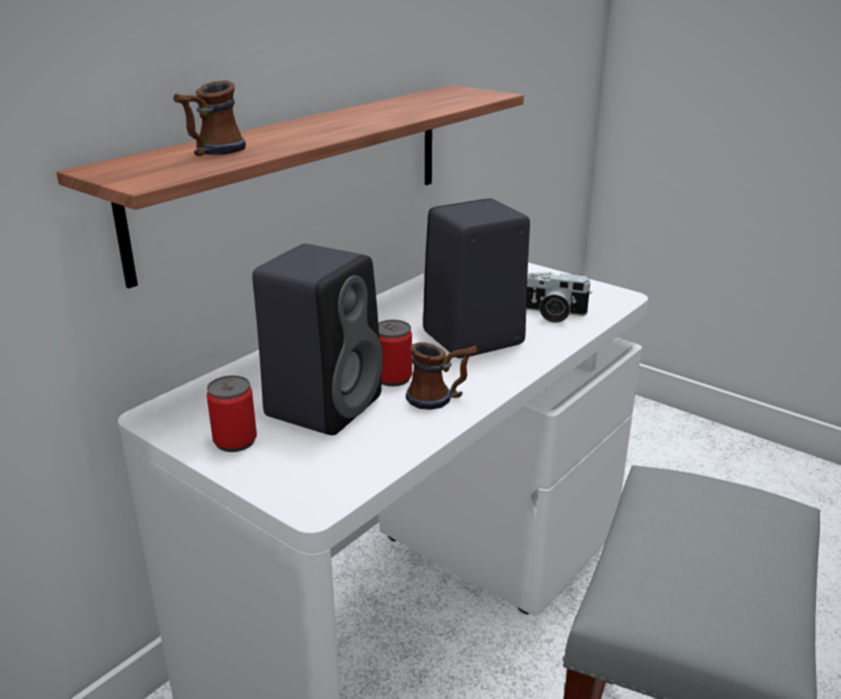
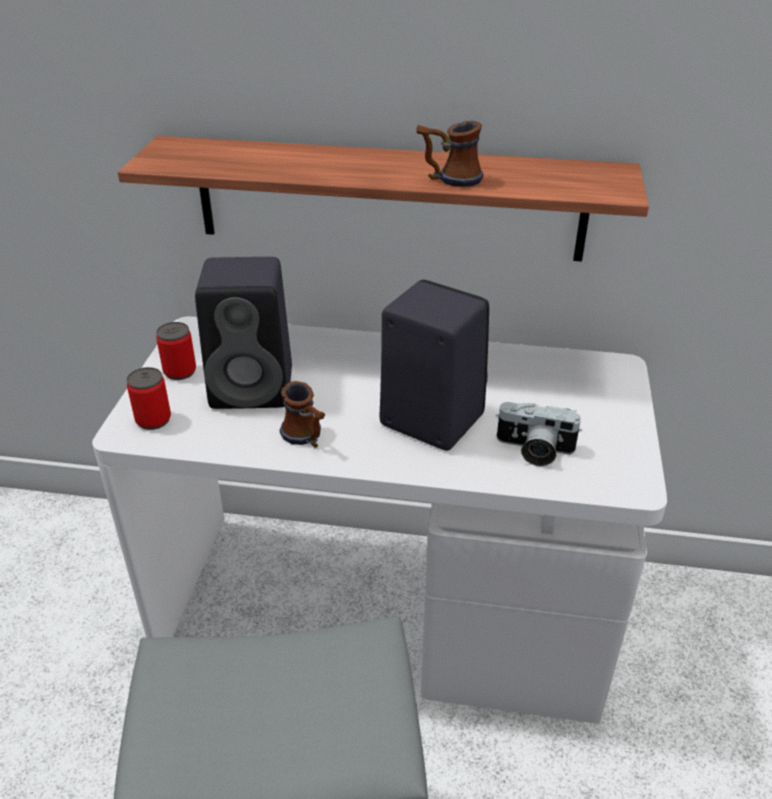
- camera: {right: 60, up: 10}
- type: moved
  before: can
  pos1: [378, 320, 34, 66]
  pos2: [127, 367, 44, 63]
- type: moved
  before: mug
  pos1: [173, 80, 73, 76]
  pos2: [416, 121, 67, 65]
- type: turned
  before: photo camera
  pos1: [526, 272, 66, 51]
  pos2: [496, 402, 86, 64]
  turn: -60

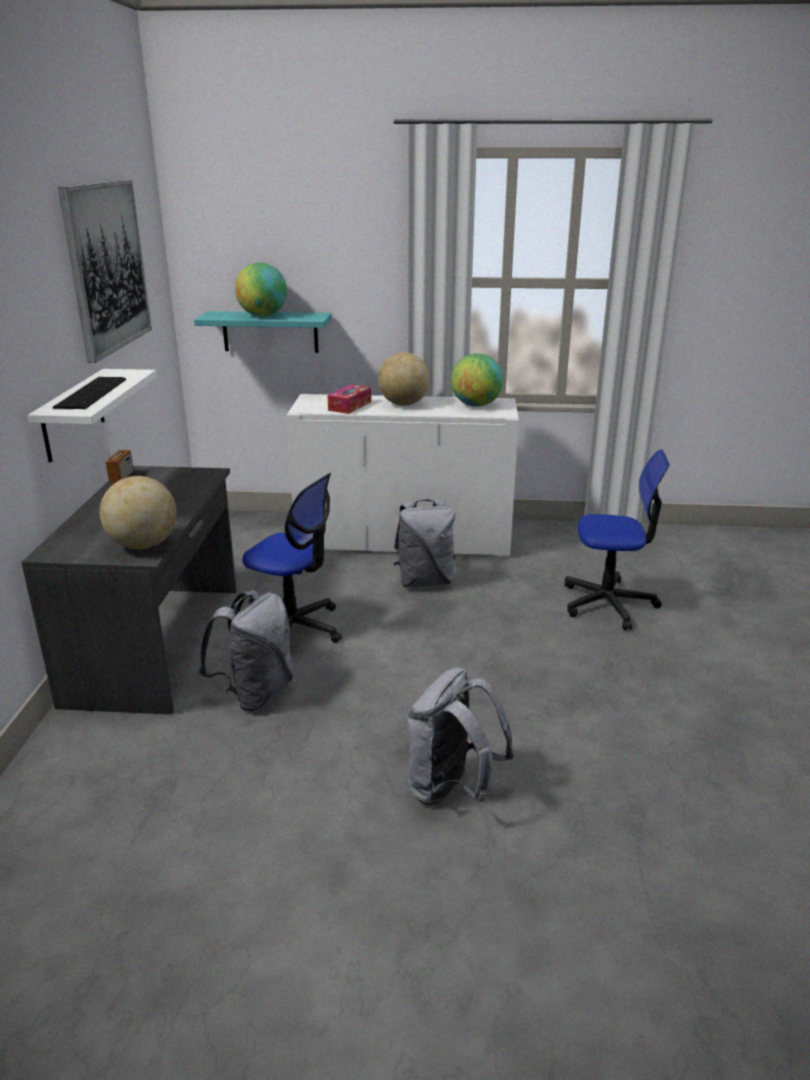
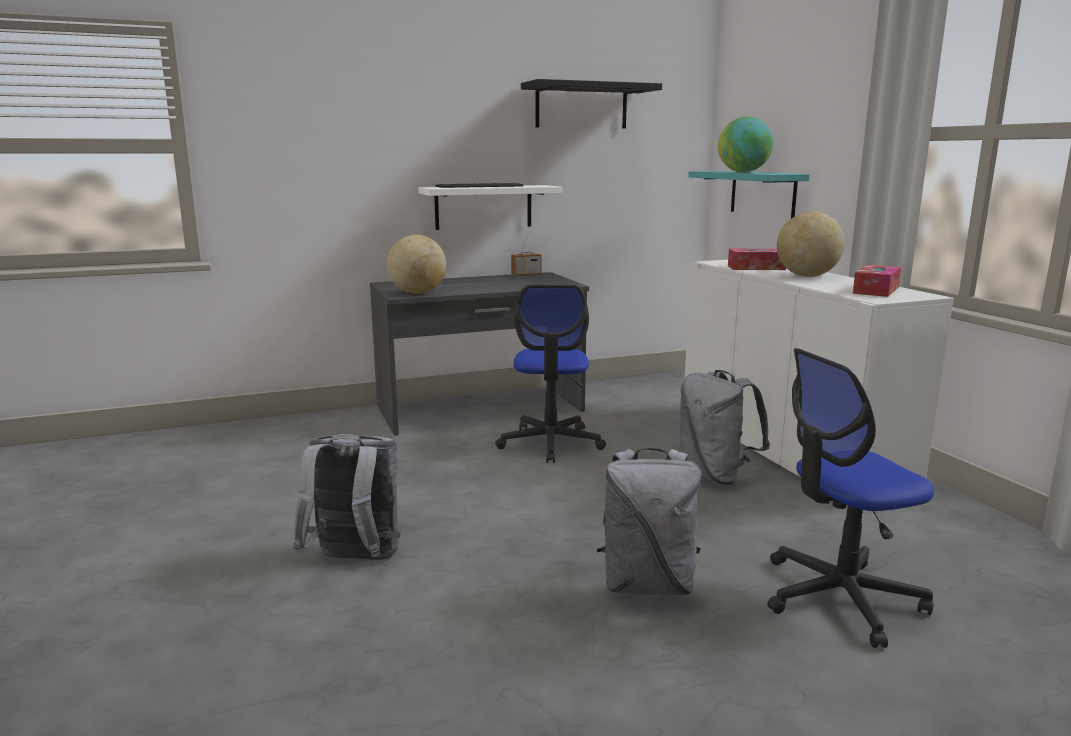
- camera: {right: 65, up: -10}
- type: replaced
  before: picture
  after: black shelf
  pos1: [58, 180, 94, 183]
  pos2: [521, 79, 141, 50]
- type: moved
  before: grey backpack
  pos1: [199, 590, 94, 121]
  pos2: [597, 448, 105, 147]
- type: turned
  before: office chair
  pos1: [565, 450, 105, 180]
  pos2: [767, 348, 167, 300]
  turn: 90
- type: replaced
  before: globe
  after: tissue box
  pos1: [451, 353, 52, 54]
  pos2: [853, 265, 48, 32]

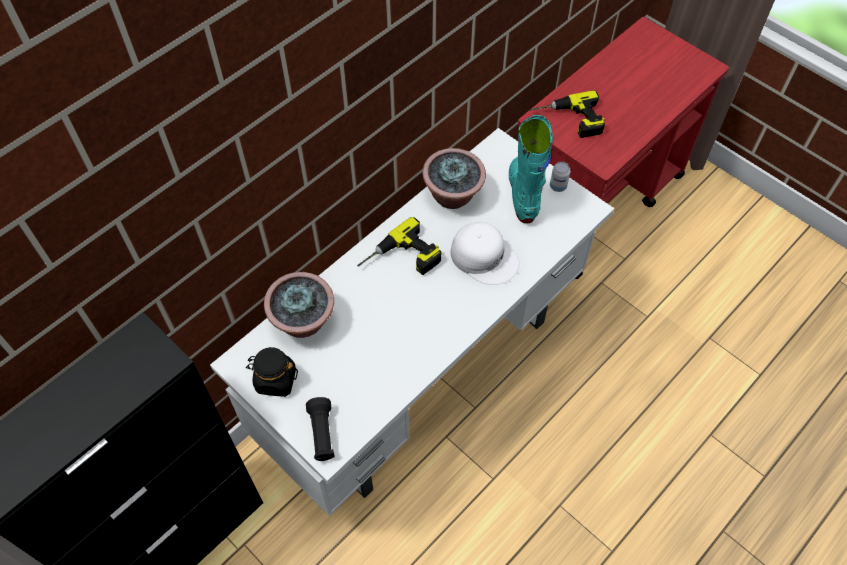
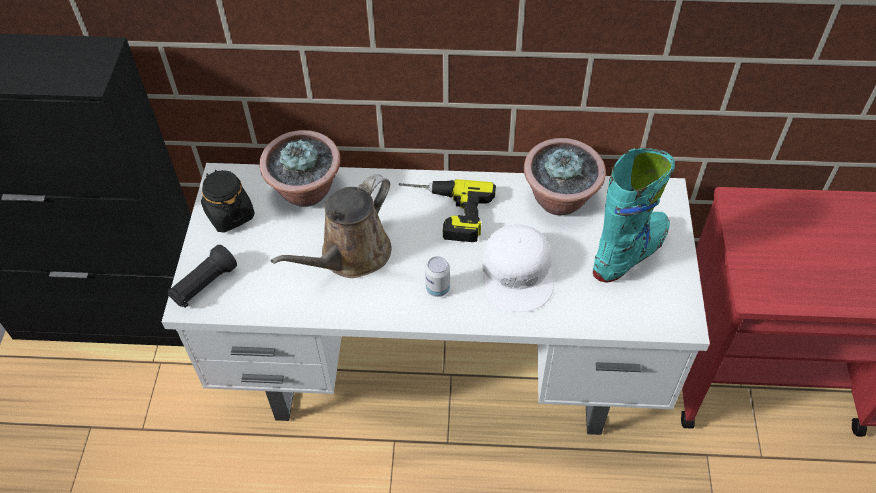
- camera: {right: 50, up: -5}
- type: added
  after: brown watering can
  pos2: [271, 174, 120, 104]
- type: moved
  before: can
  pos1: [550, 162, 21, 30]
  pos2: [425, 256, 25, 41]
- type: removed
  before: power drill
  pos1: [530, 90, 75, 48]

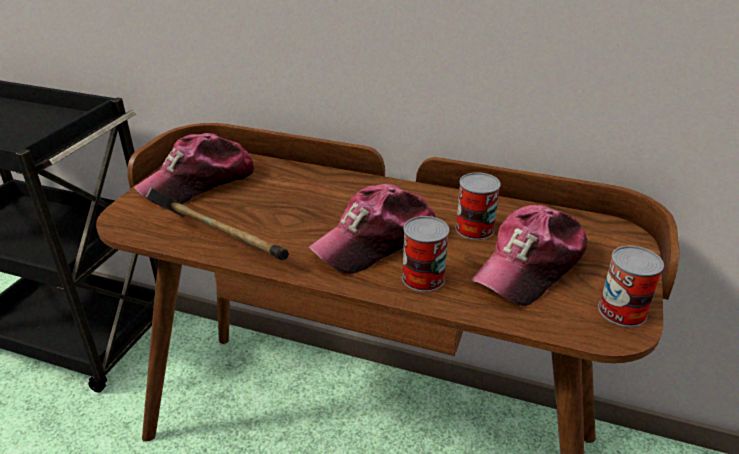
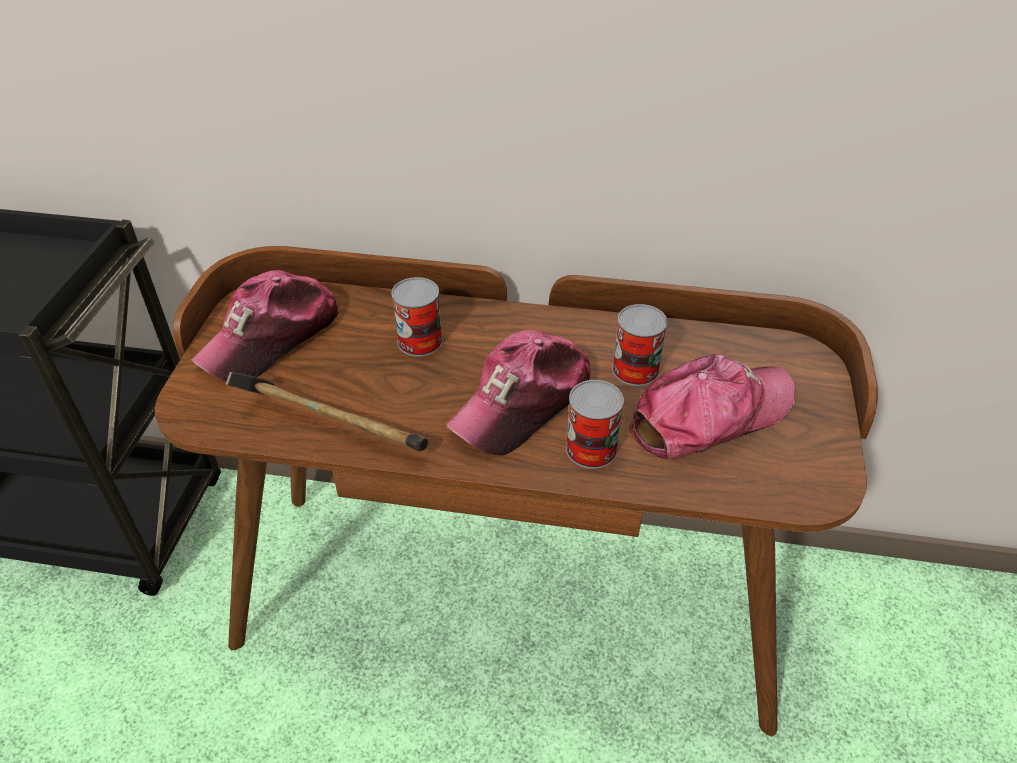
- camera: {right: -10, up: 10}
- type: moved
  before: can
  pos1: [598, 246, 66, 81]
  pos2: [391, 277, 52, 79]
- type: turned
  before: cap
  pos1: [471, 205, 116, 101]
  pos2: [629, 354, 167, 105]
  turn: -150

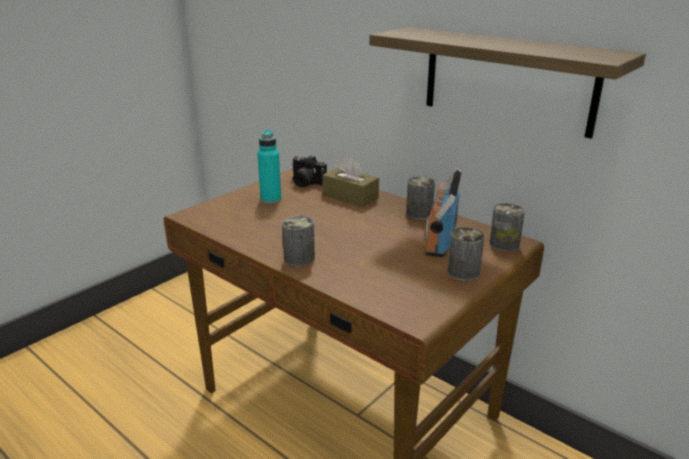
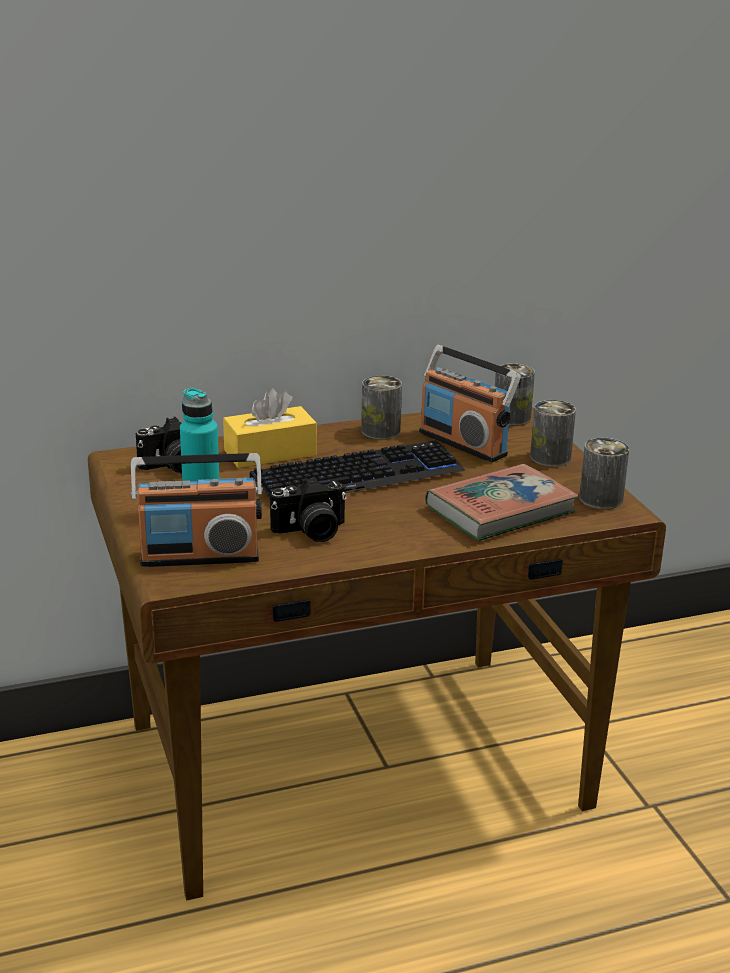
- camera: {right: -60, up: 0}
- type: added
  after: radio
  pos2: [131, 453, 132, 114]
- type: recoloured
  before: brown tissue box
  after: yellow tissue box
  pos1: [322, 156, 57, 51]
  pos2: [223, 388, 94, 80]
- type: added
  after: keyboard
  pos2: [250, 440, 215, 59]
- type: added
  after: photo camera
  pos2: [270, 477, 77, 65]
- type: added
  after: book
  pos2: [425, 464, 153, 77]
- type: moved
  before: can
  pos1: [282, 216, 33, 51]
  pos2: [579, 438, 50, 71]
- type: removed
  before: shelf
  pos1: [369, 27, 277, 112]

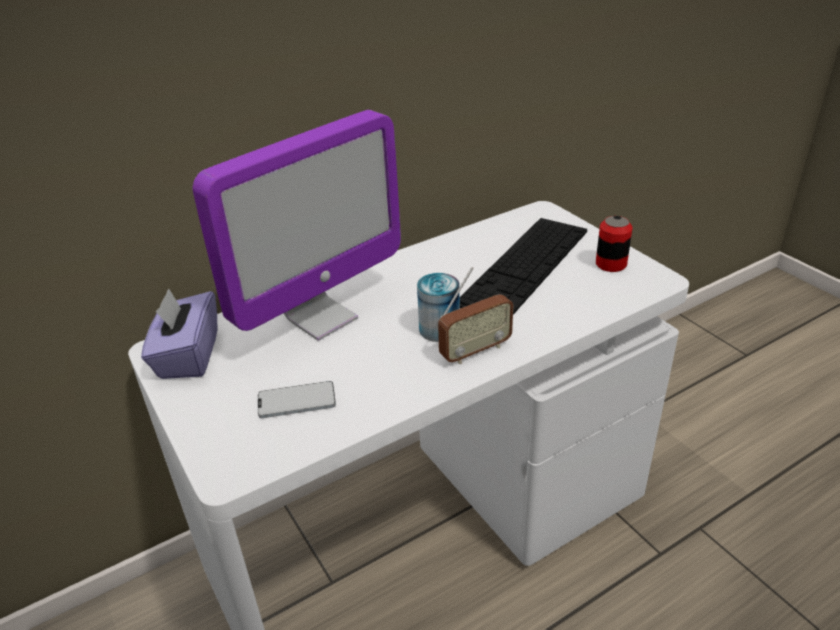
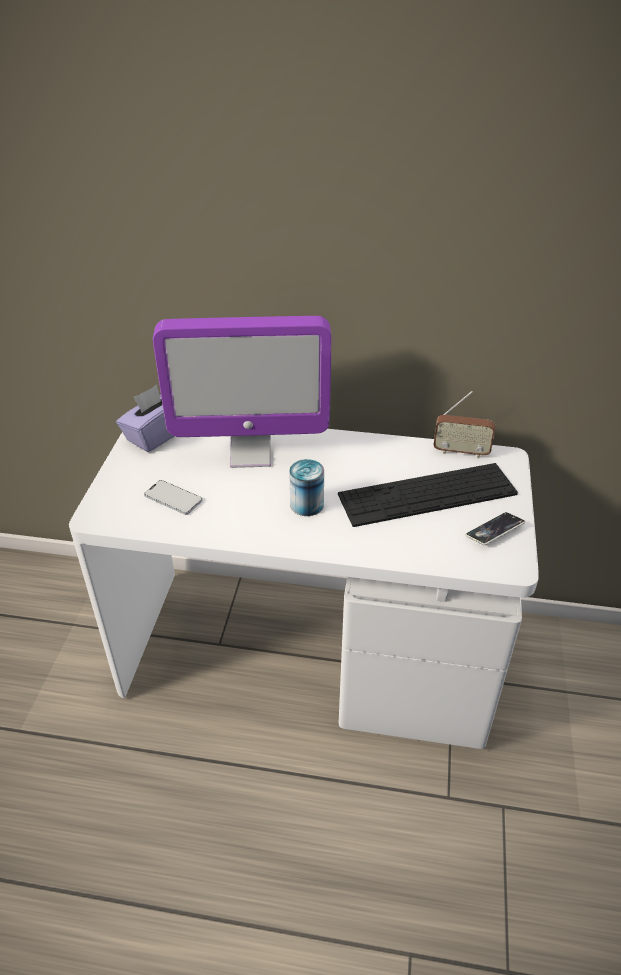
- camera: {right: 40, up: 5}
- type: moved
  before: radio
  pos1: [438, 267, 75, 97]
  pos2: [433, 391, 62, 67]
- type: replaced
  before: can
  after: phone
  pos1: [596, 216, 37, 56]
  pos2: [466, 512, 59, 33]

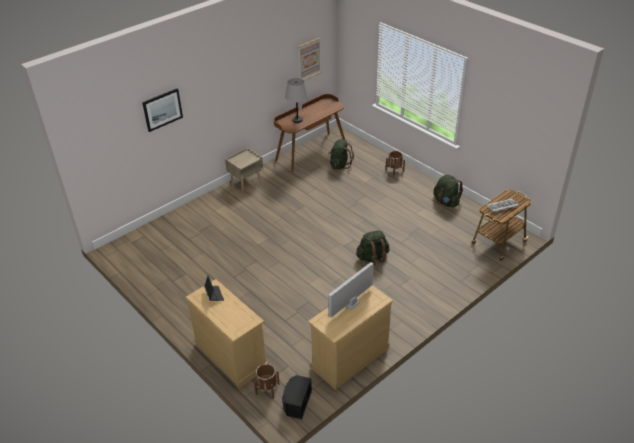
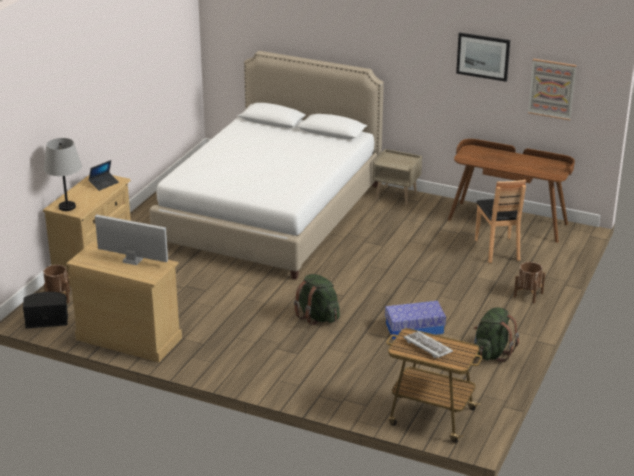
- camera: {right: 65, up: -10}
- type: moved
  before: grey table lamp
  pos1: [285, 78, 23, 45]
  pos2: [44, 138, 38, 73]
- type: added
  after: white bed
  pos2: [150, 51, 234, 229]
- type: added
  after: storage box
  pos2: [385, 301, 61, 38]
- type: moved
  before: picture
  pos1: [142, 89, 41, 43]
  pos2: [456, 33, 54, 49]
- type: replaced
  before: green backpack
  after: brown chair
  pos1: [328, 139, 26, 31]
  pos2: [475, 180, 51, 83]

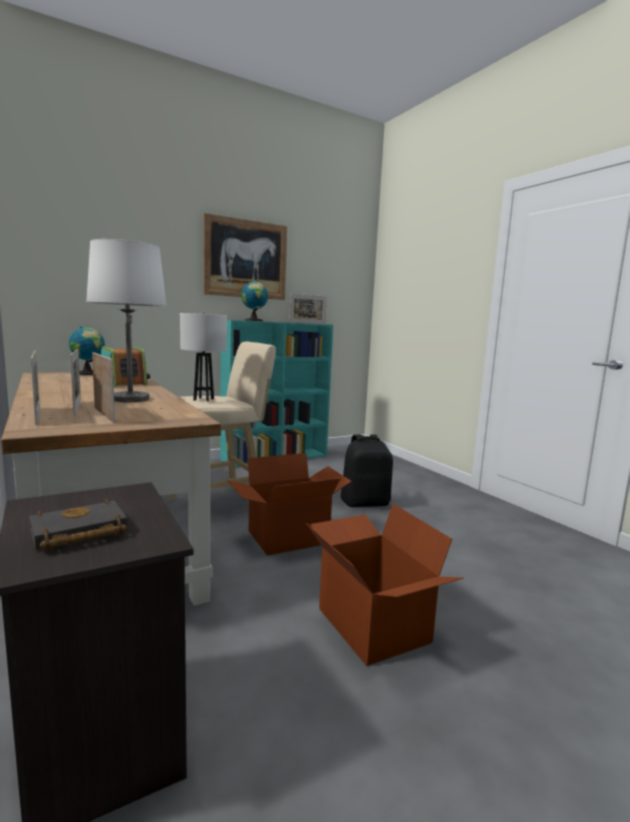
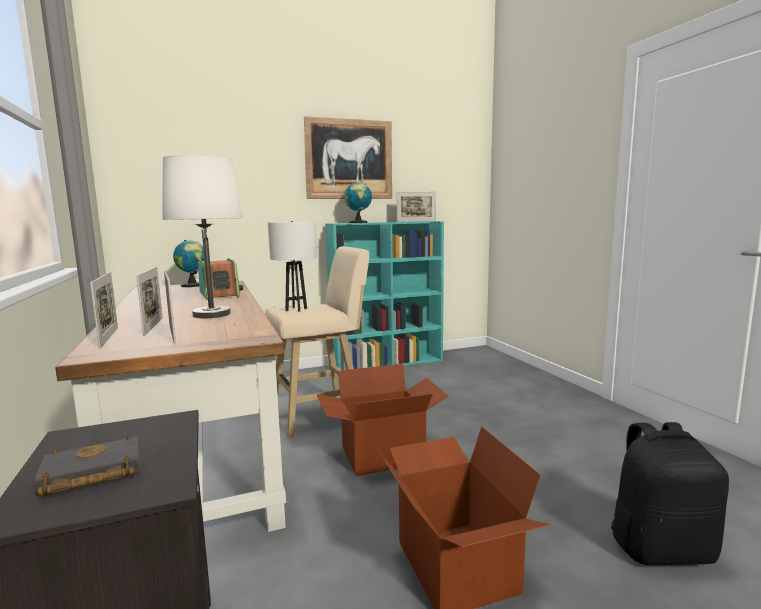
- camera: {right: 10, up: 0}
- type: moved
  before: black backpack
  pos1: [341, 434, 52, 73]
  pos2: [611, 422, 118, 143]

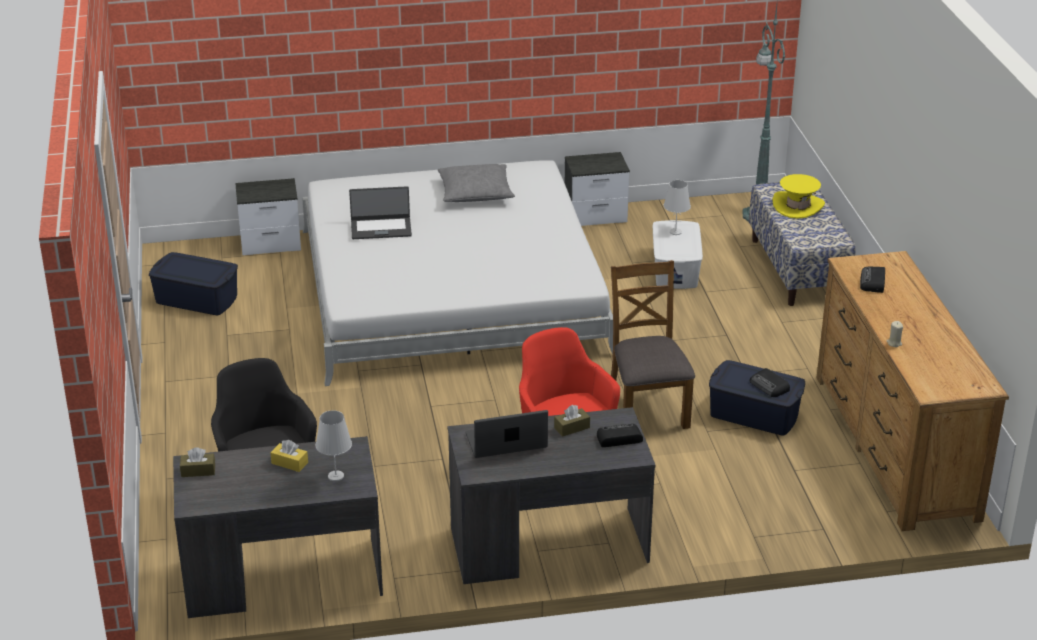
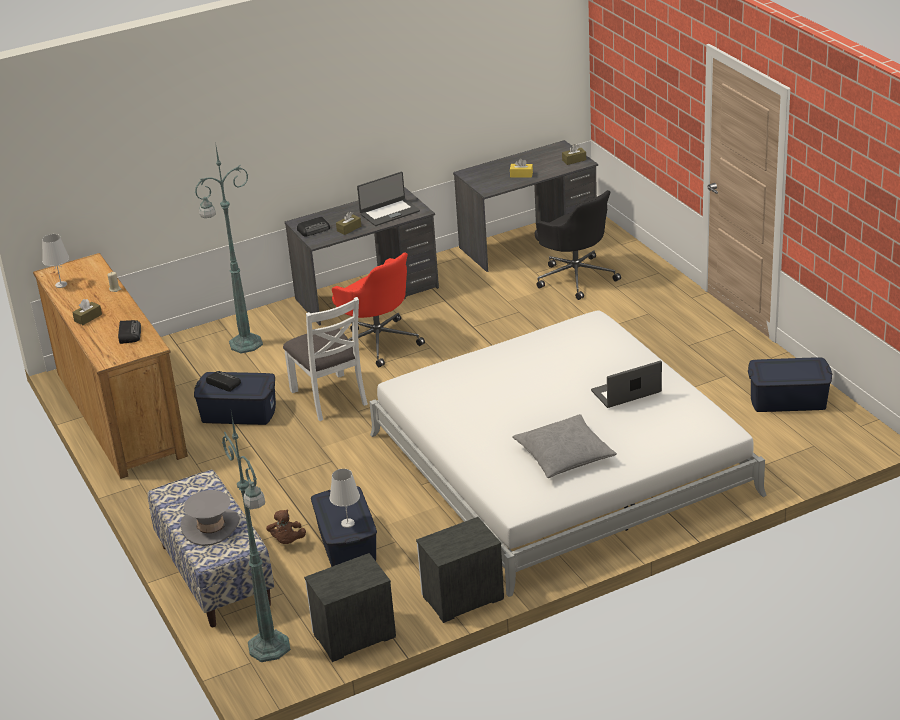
- camera: {right: 165, up: 0}
- type: moved
  before: white table lamp
  pos1: [315, 410, 37, 71]
  pos2: [42, 234, 27, 54]
- type: added
  after: brown tissue box
  pos2: [72, 299, 30, 26]
- type: recoloured
  before: yellow hat
  after: grey hat
  pos1: [772, 174, 53, 45]
  pos2: [181, 490, 59, 56]
- type: added
  after: green floor lamp
  pos2: [195, 142, 68, 211]
- type: added
  after: brown plush toy
  pos2: [266, 510, 40, 34]
- type: recoloured
  before: brown chair
  after: white chair
  pos1: [611, 260, 84, 169]
  pos2: [283, 297, 85, 124]
- type: moved
  before: nightstand
  pos1: [235, 178, 66, 77]
  pos2: [304, 553, 92, 109]
- type: recoloured
  before: white storage box
  after: blue storage box
  pos1: [653, 220, 50, 69]
  pos2: [311, 486, 66, 81]

